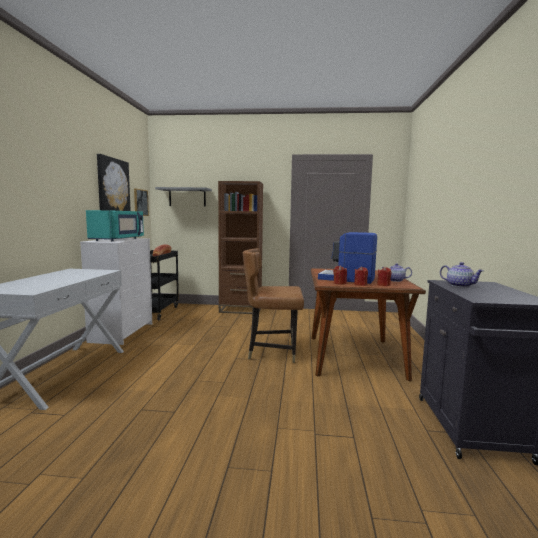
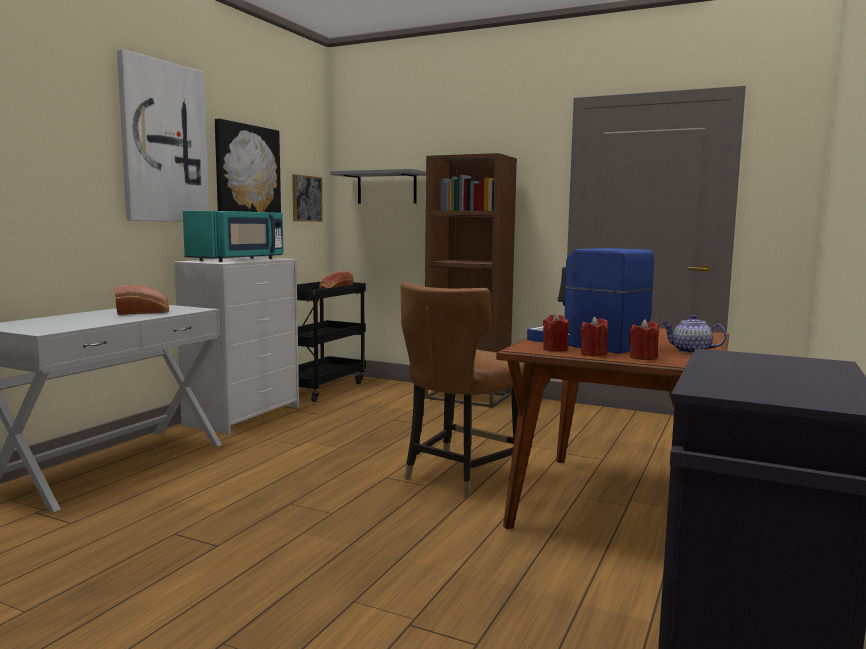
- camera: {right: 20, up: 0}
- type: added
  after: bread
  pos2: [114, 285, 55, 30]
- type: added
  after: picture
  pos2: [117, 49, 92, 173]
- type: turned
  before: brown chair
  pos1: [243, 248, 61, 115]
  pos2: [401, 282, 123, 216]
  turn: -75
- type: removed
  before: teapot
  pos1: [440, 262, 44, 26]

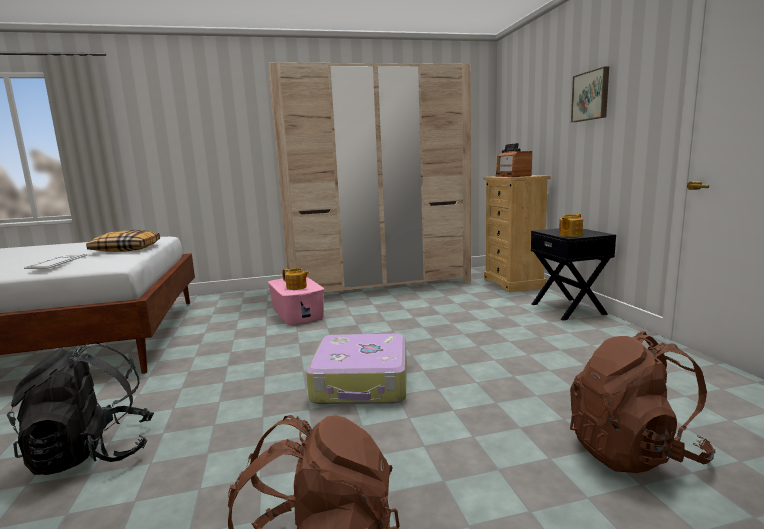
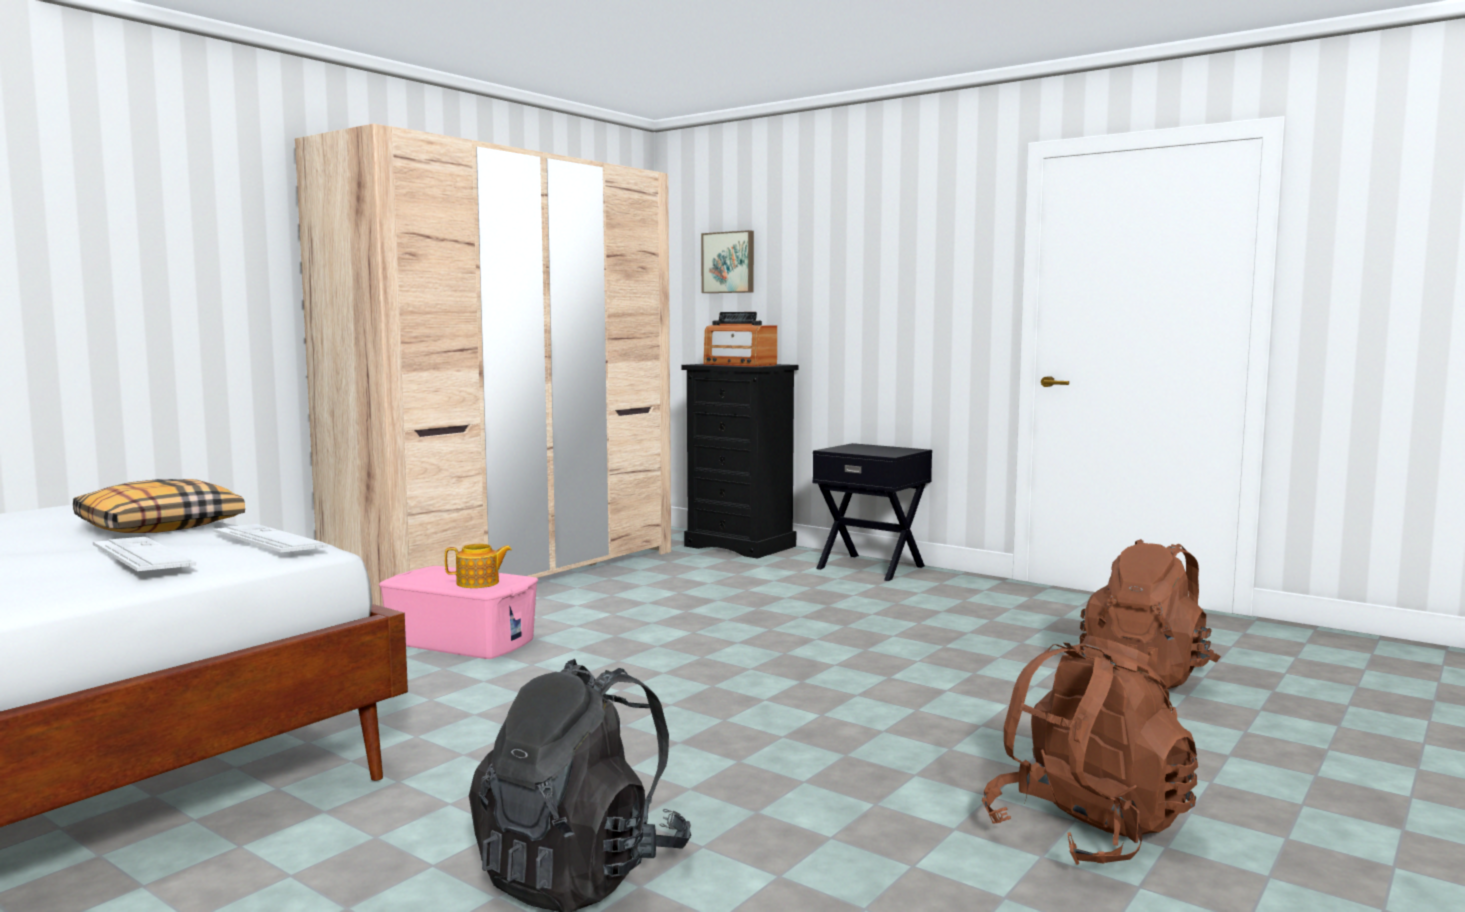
- camera: {right: -40, up: -5}
- type: added
  after: keyboard
  pos2: [213, 524, 115, 28]
- type: recoloured
  before: beige dresser
  after: black dresser
  pos1: [484, 175, 67, 117]
  pos2: [681, 364, 118, 195]
- type: moved
  before: picture
  pos1: [571, 67, 38, 55]
  pos2: [701, 230, 53, 63]
- type: removed
  before: suitcase
  pos1: [306, 334, 101, 70]
- type: removed
  before: teapot
  pos1: [559, 214, 24, 23]

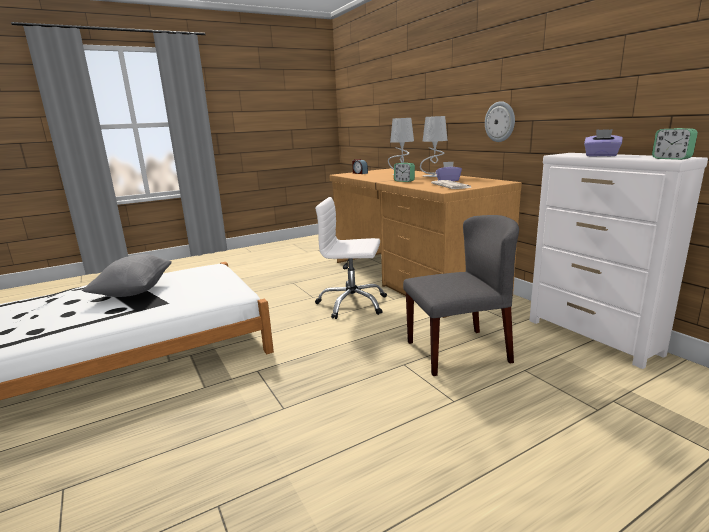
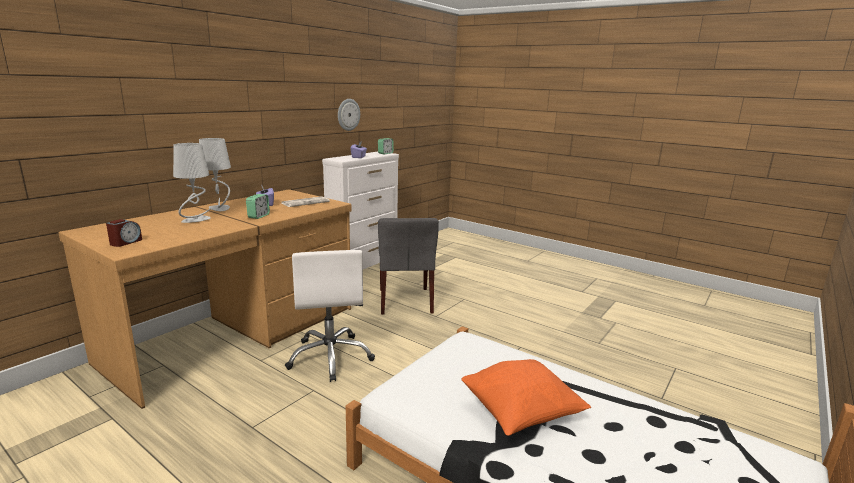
- camera: {right: -115, up: 0}
- type: moved
  before: wall clock
  pos1: [485, 101, 30, 41]
  pos2: [338, 99, 22, 32]
- type: turned
  before: grey chair
  pos1: [403, 215, 116, 161]
  pos2: [378, 218, 61, 97]
  turn: -150
- type: recoloured
  before: grey pillow
  after: orange pillow
  pos1: [82, 254, 90, 43]
  pos2: [461, 359, 130, 77]

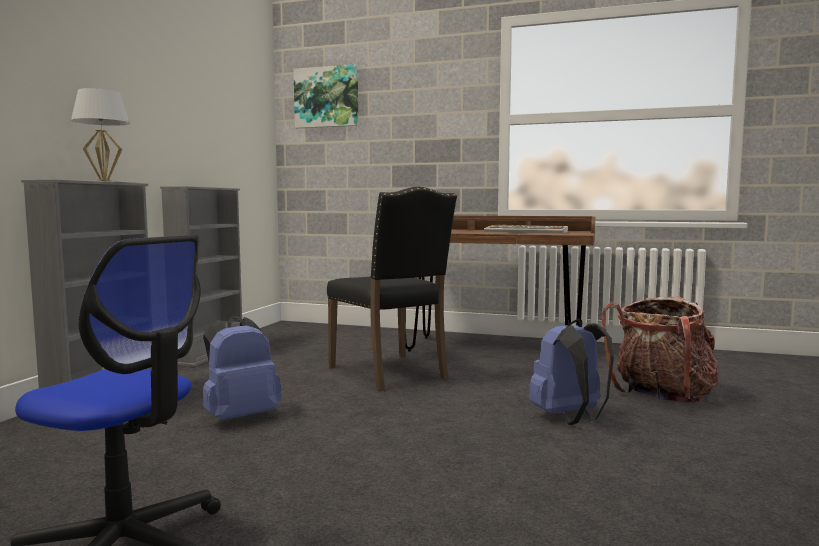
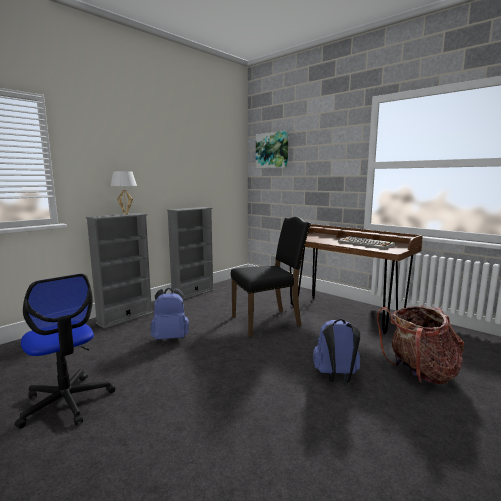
- camera: {right: 25, up: 5}
- type: turned
  before: black chair
  pos1: [327, 187, 130, 205]
  pos2: [231, 217, 80, 120]
  turn: -105

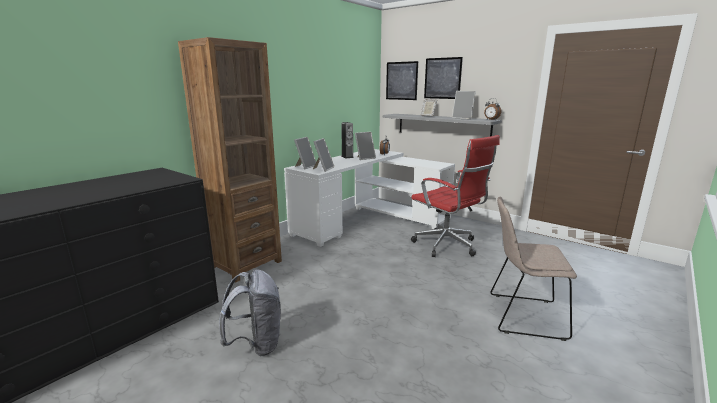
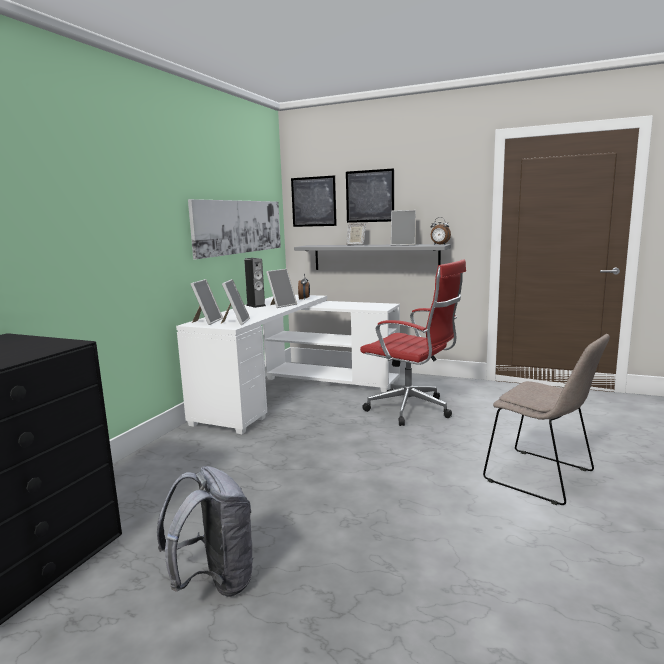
- camera: {right: -15, up: -5}
- type: added
  after: picture
  pos2: [188, 199, 93, 60]
- type: turned
  before: beige chair
  pos1: [491, 197, 86, 144]
  pos2: [483, 334, 127, 171]
  turn: -135
- type: removed
  before: brown bookcase
  pos1: [178, 37, 104, 246]

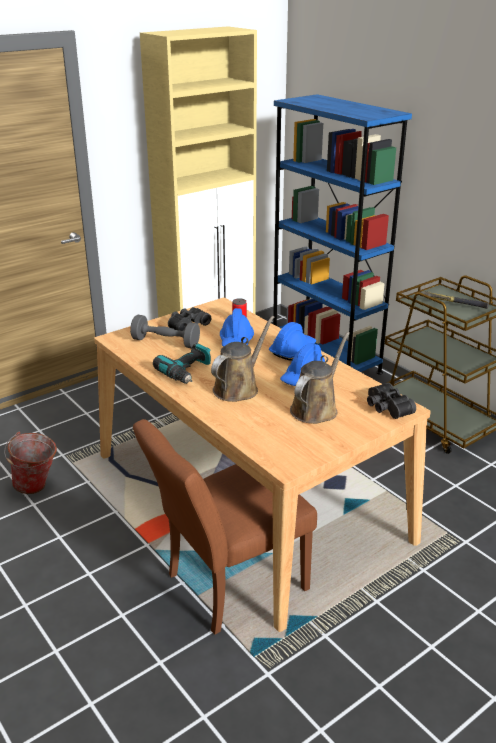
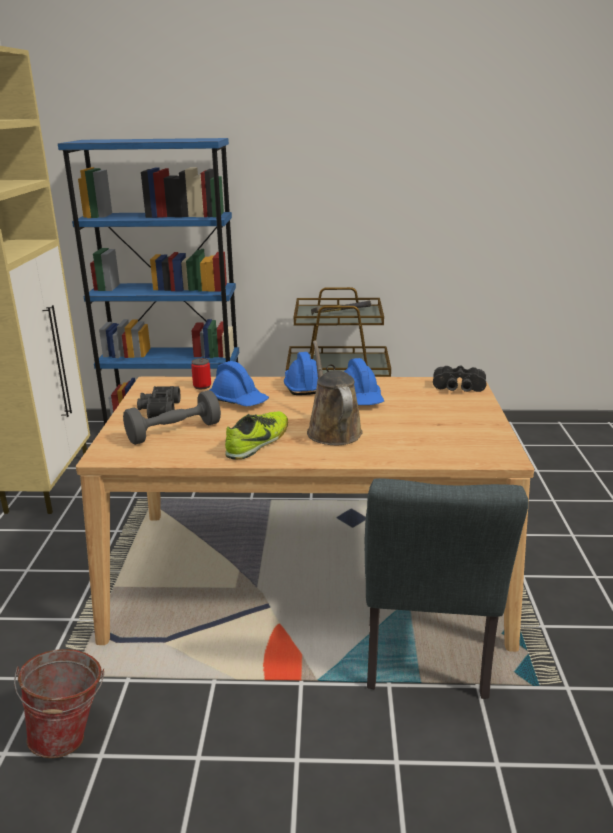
- camera: {right: -50, up: -5}
- type: replaced
  before: power drill
  after: shoe
  pos1: [153, 343, 58, 41]
  pos2: [225, 411, 63, 49]
- type: recoloured
  before: brown chair
  after: grey chair
  pos1: [133, 419, 184, 216]
  pos2: [365, 478, 163, 221]
- type: removed
  before: brown watering can
  pos1: [290, 332, 60, 92]

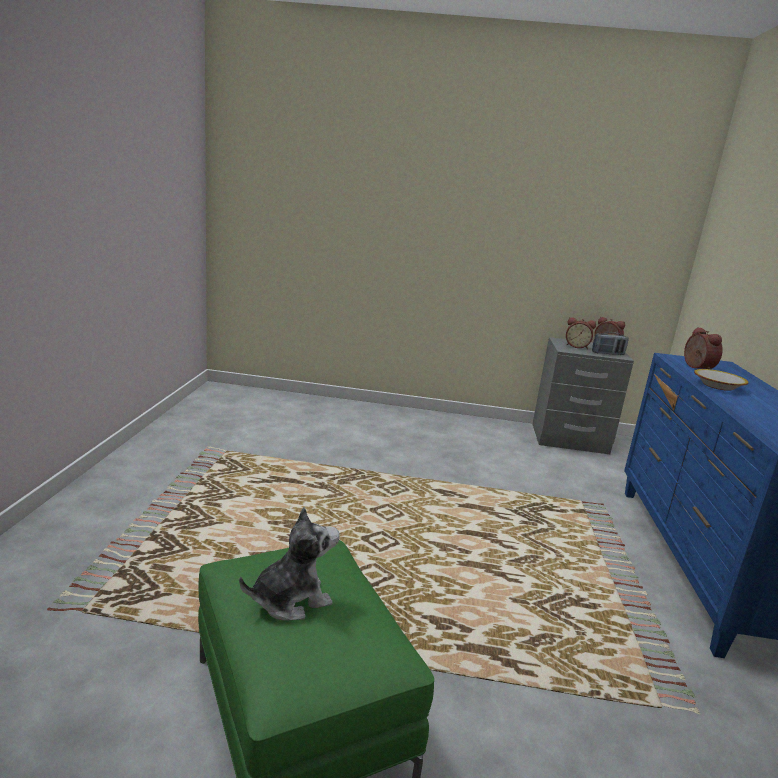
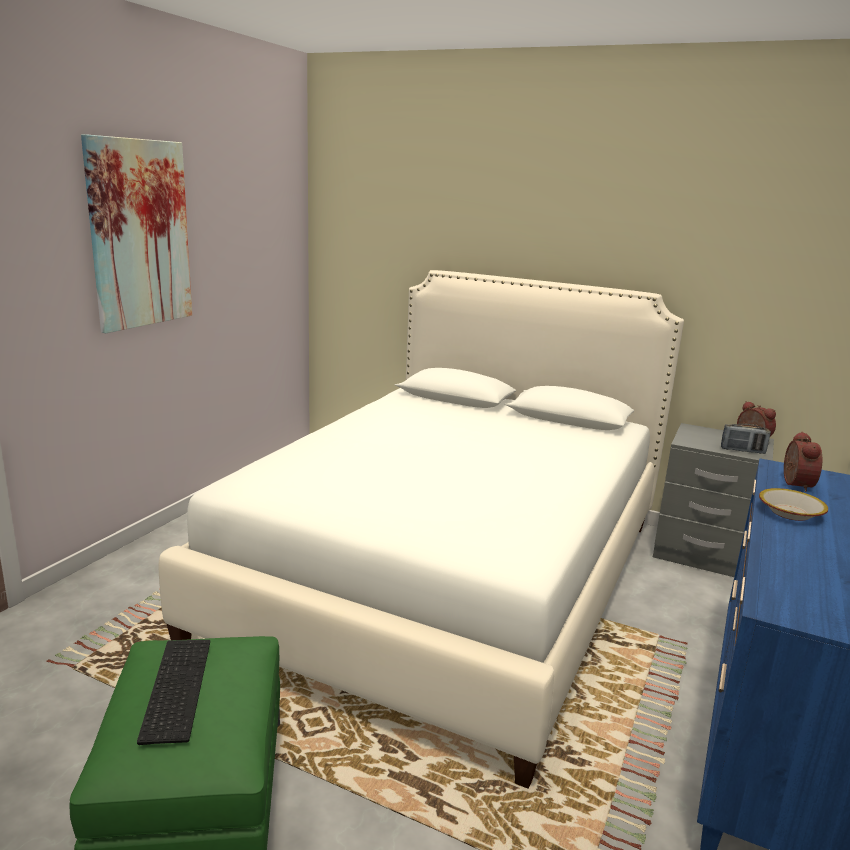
- camera: {right: 20, up: 0}
- type: added
  after: picture
  pos2: [81, 134, 111, 199]
- type: replaced
  before: plush toy
  after: keyboard
  pos1: [239, 507, 101, 113]
  pos2: [137, 640, 73, 105]
- type: added
  after: white bed
  pos2: [159, 270, 525, 519]
- type: removed
  before: alarm clock
  pos1: [566, 317, 30, 32]

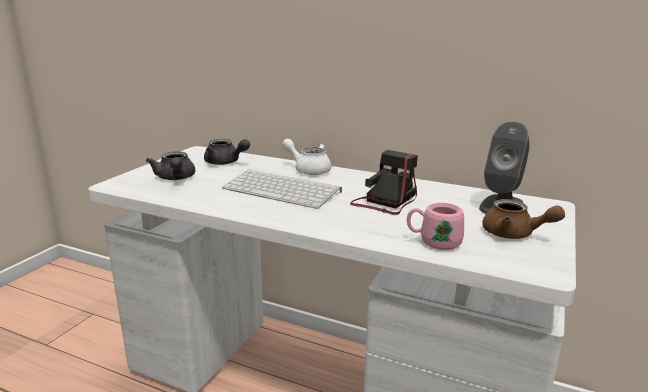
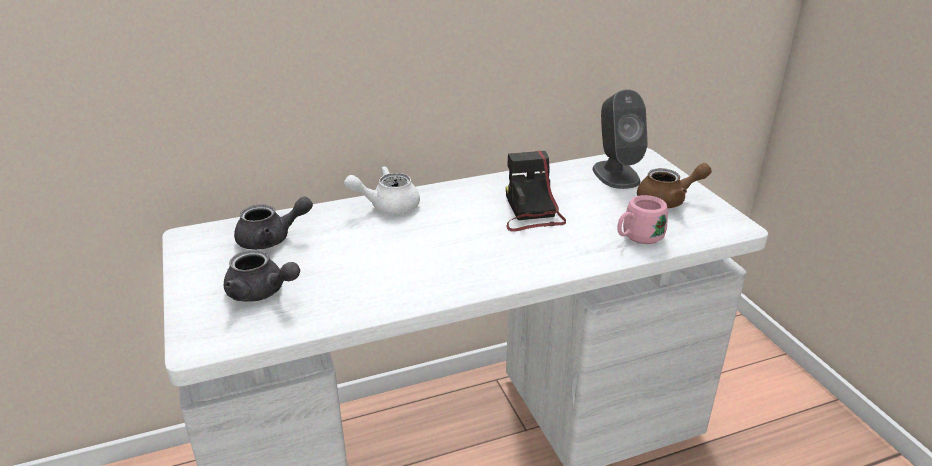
- camera: {right: -45, up: 10}
- type: removed
  before: keyboard
  pos1: [222, 169, 120, 40]

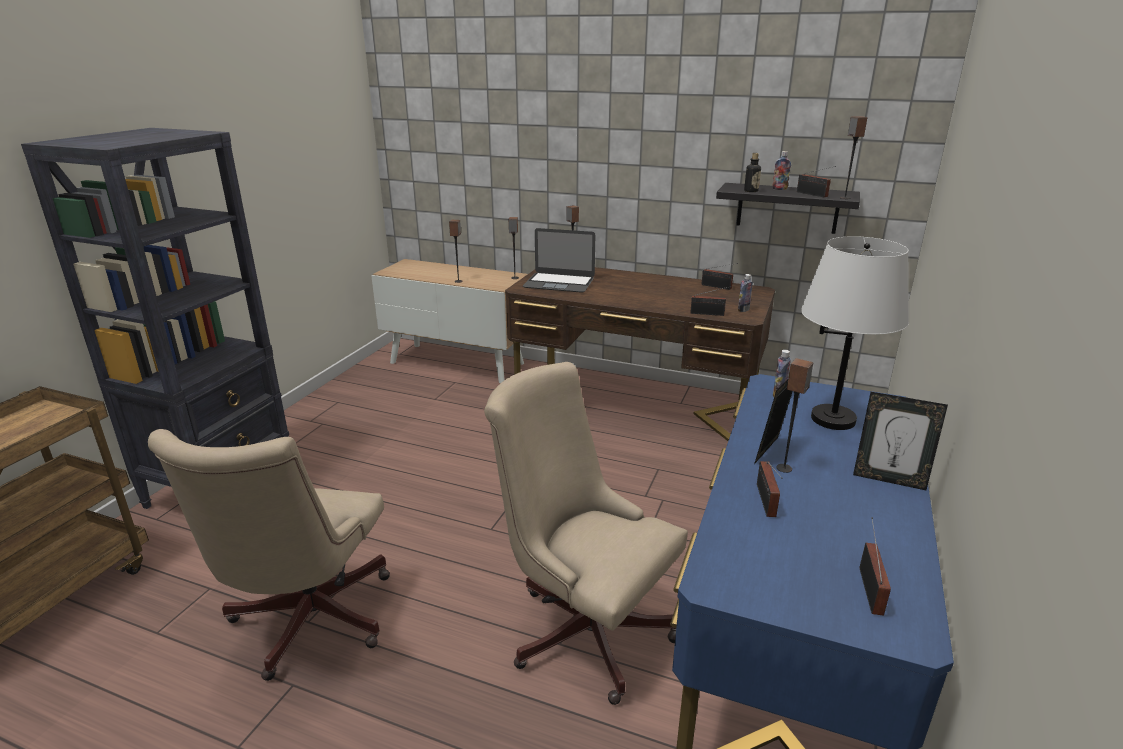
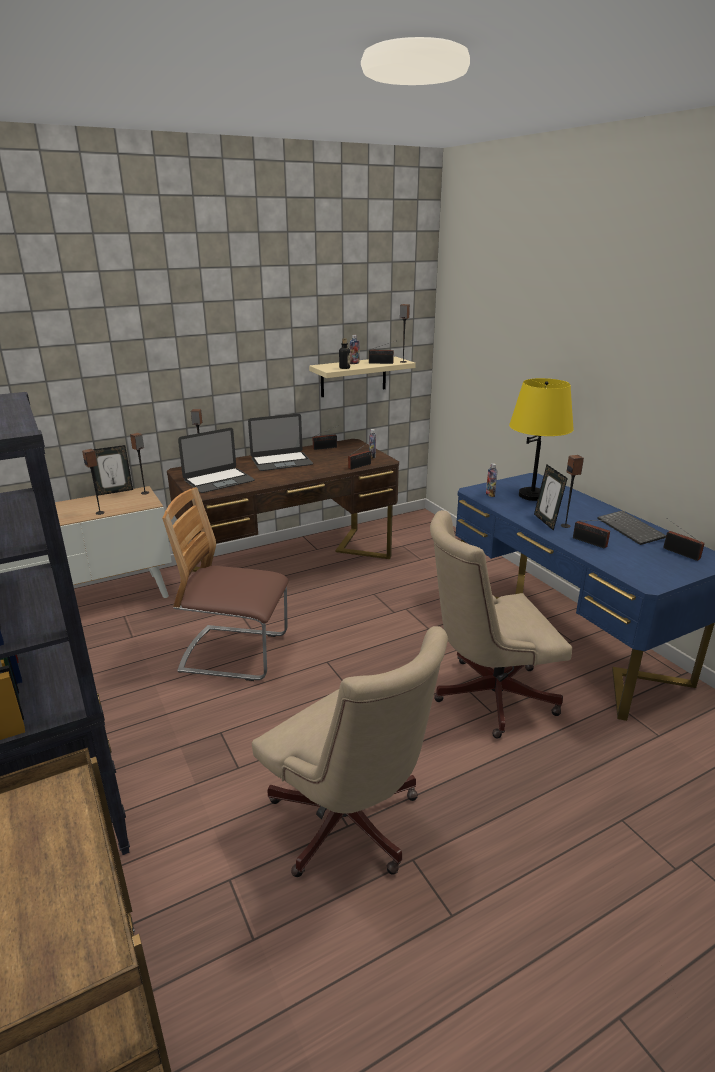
- camera: {right: -50, up: 0}
- type: moved
  before: picture frame
  pos1: [853, 392, 95, 98]
  pos2: [93, 445, 40, 51]
- type: added
  after: chair
  pos2: [162, 487, 127, 194]
- type: added
  after: laptop
  pos2: [248, 414, 65, 57]
- type: recoloured
  before: black shelf
  after: beige shelf
  pos1: [716, 183, 144, 51]
  pos2: [309, 357, 107, 40]
- type: recoloured
  before: white table lamp
  after: yellow table lamp
  pos1: [801, 236, 108, 194]
  pos2: [509, 378, 65, 123]
- type: added
  after: keyboard
  pos2: [597, 511, 69, 34]

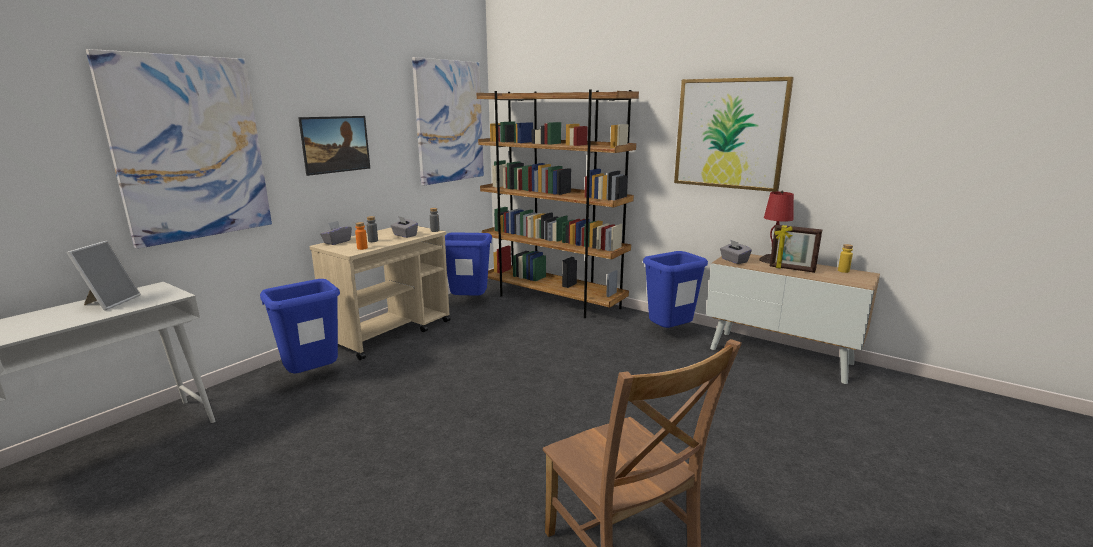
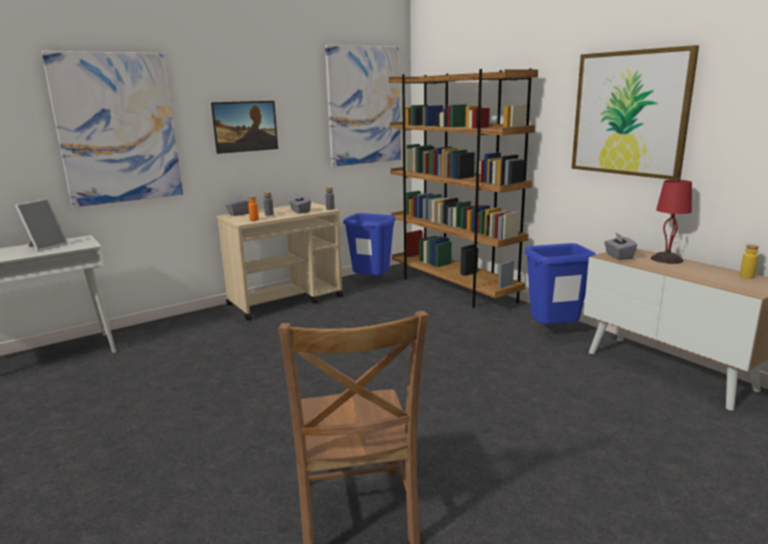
- camera: {right: 20, up: 0}
- type: removed
  before: blue trash can
  pos1: [260, 279, 80, 94]
- type: removed
  before: picture frame
  pos1: [770, 225, 52, 48]

